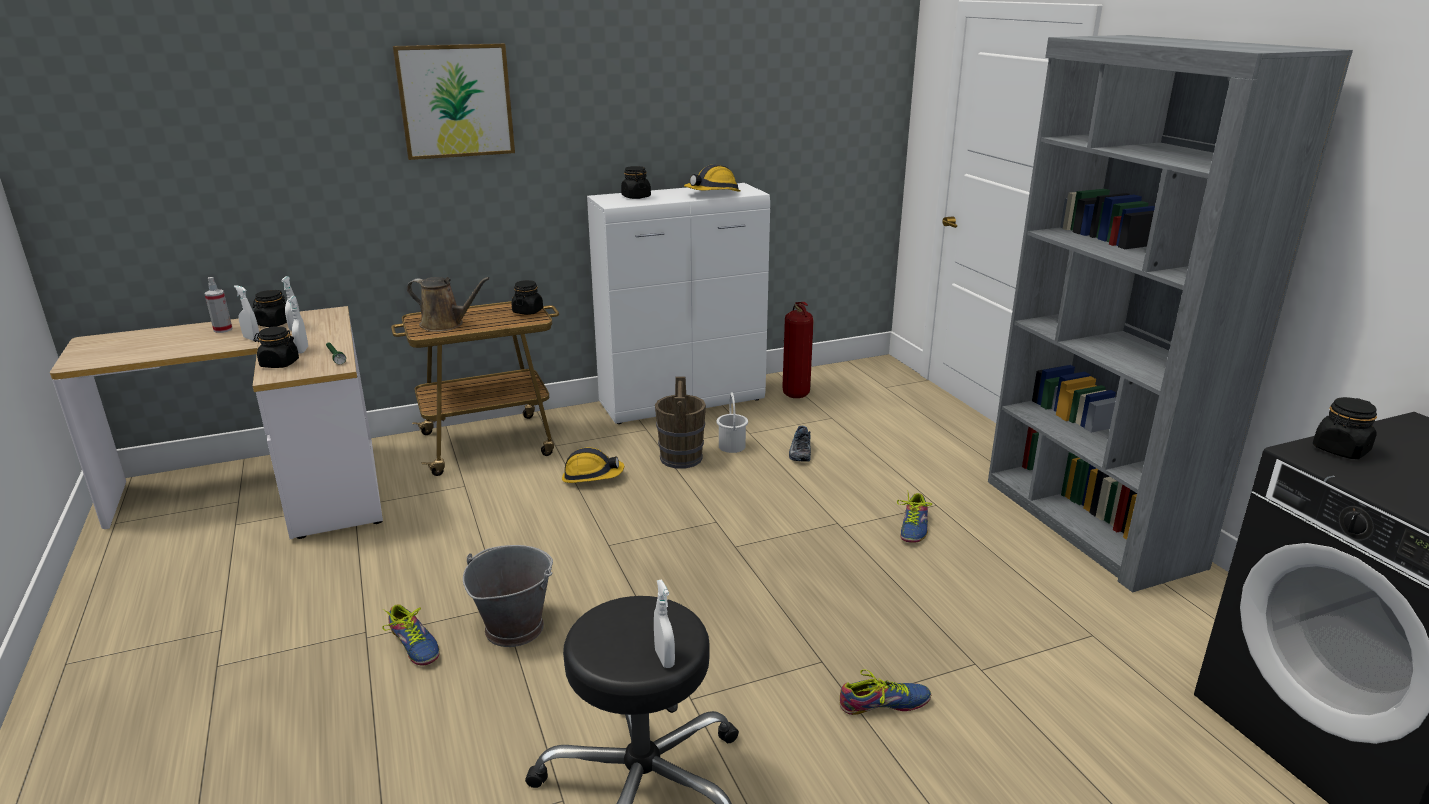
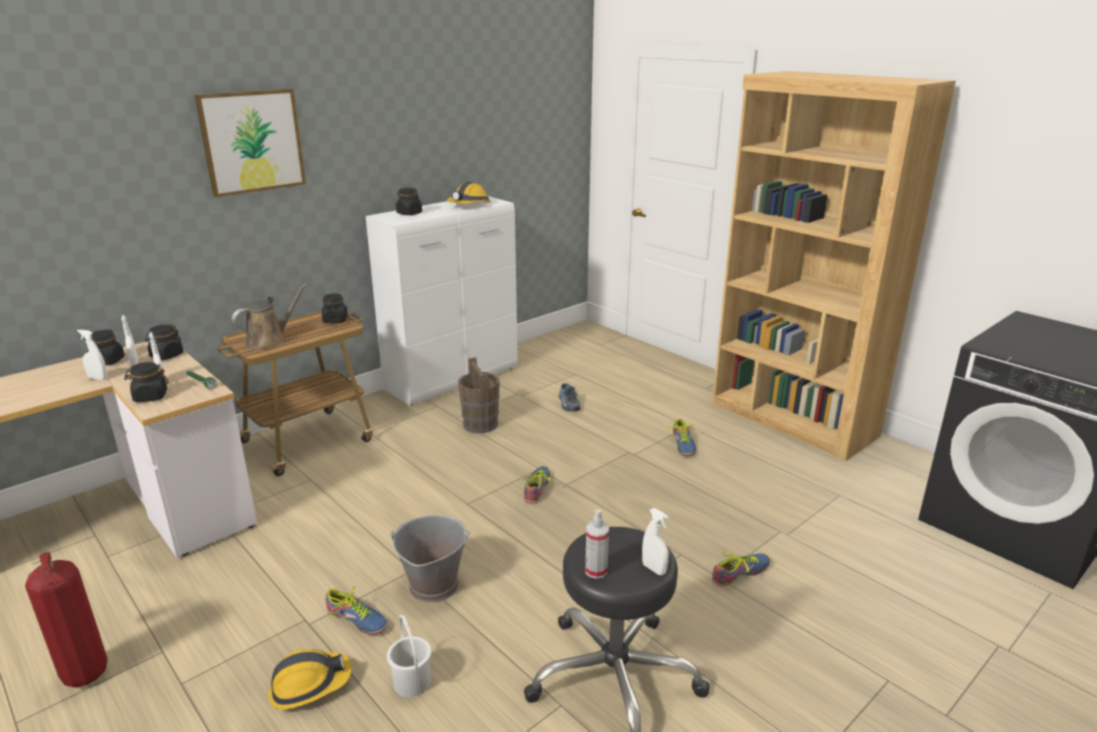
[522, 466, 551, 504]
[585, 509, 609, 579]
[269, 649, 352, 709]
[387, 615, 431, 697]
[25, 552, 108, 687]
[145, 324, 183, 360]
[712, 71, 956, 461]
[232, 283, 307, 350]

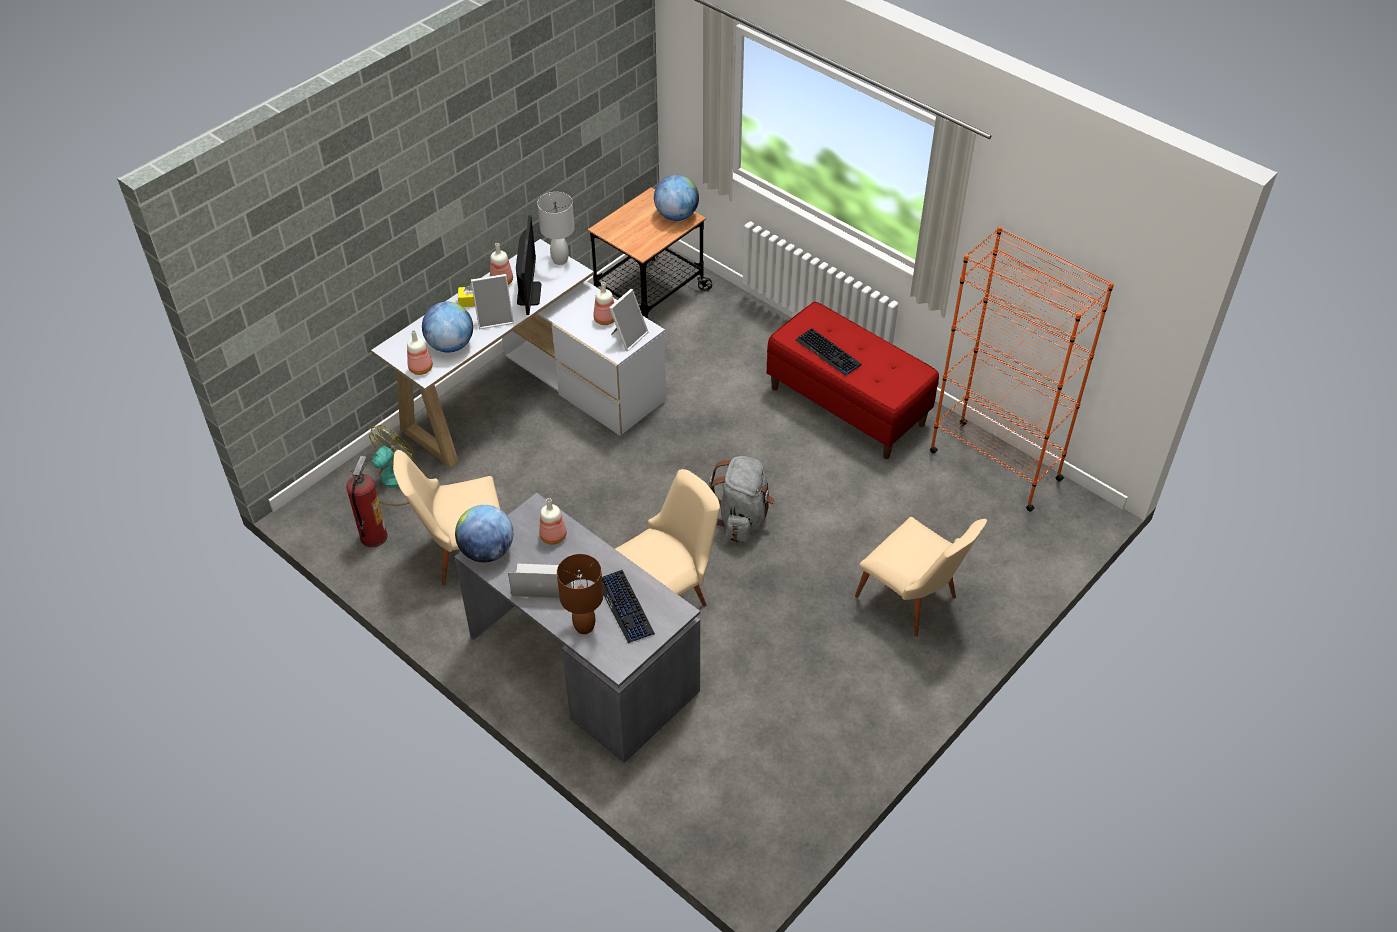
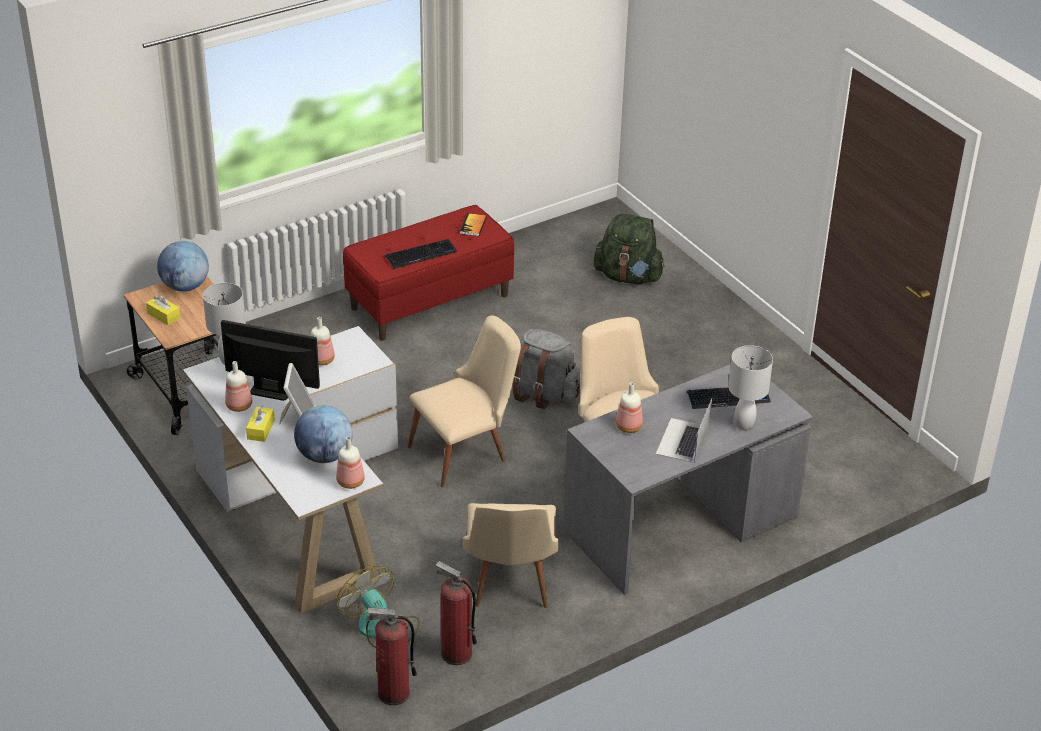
[455, 505, 513, 562] (first image)
[609, 289, 648, 351] (first image)
[930, 226, 1114, 512] (first image)
[146, 294, 180, 325]
[368, 608, 417, 705]
[460, 213, 487, 236]
[594, 214, 665, 284]
[408, 316, 521, 487]
[728, 345, 773, 431]

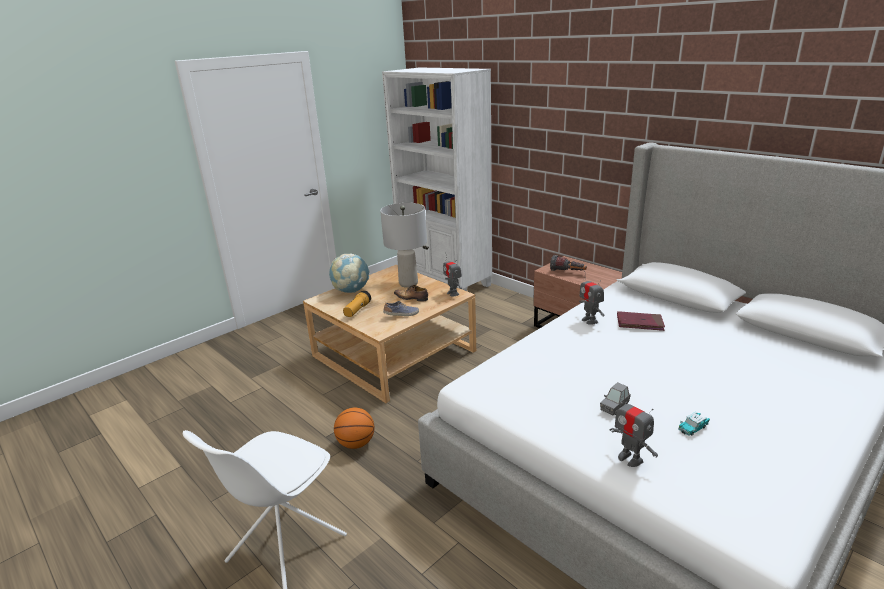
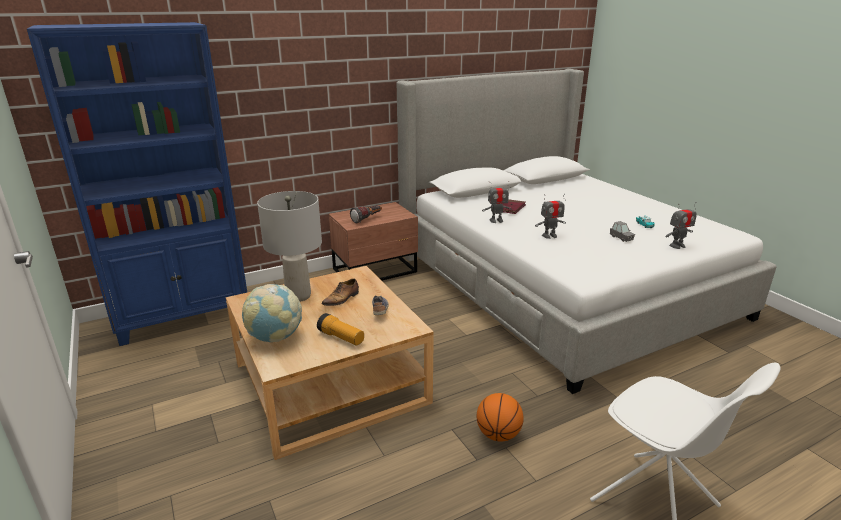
[535, 194, 566, 239]
[27, 22, 247, 346]

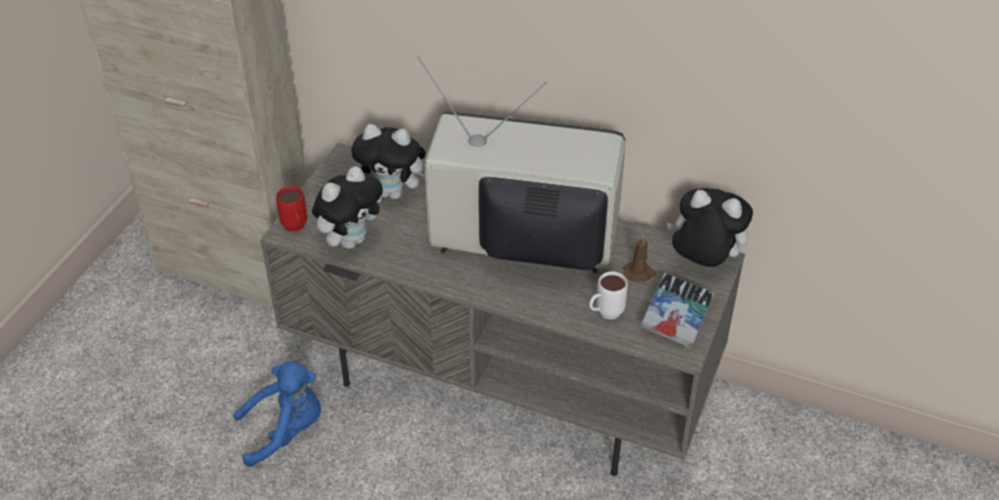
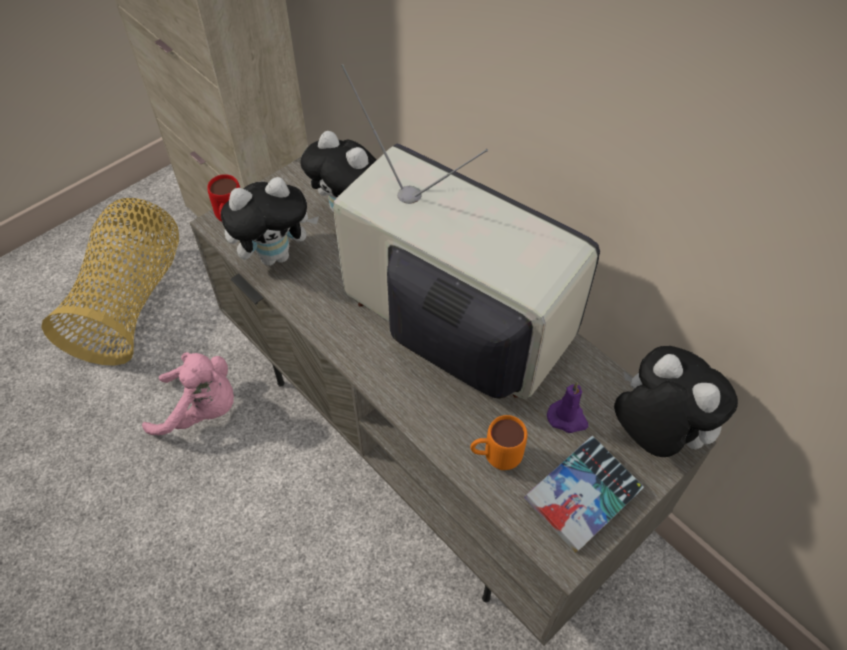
[41, 198, 179, 366]
[142, 352, 234, 435]
[470, 415, 527, 470]
[547, 382, 588, 433]

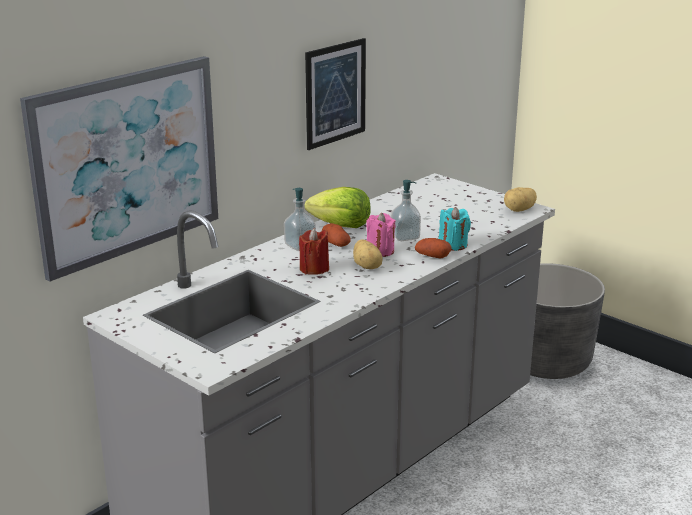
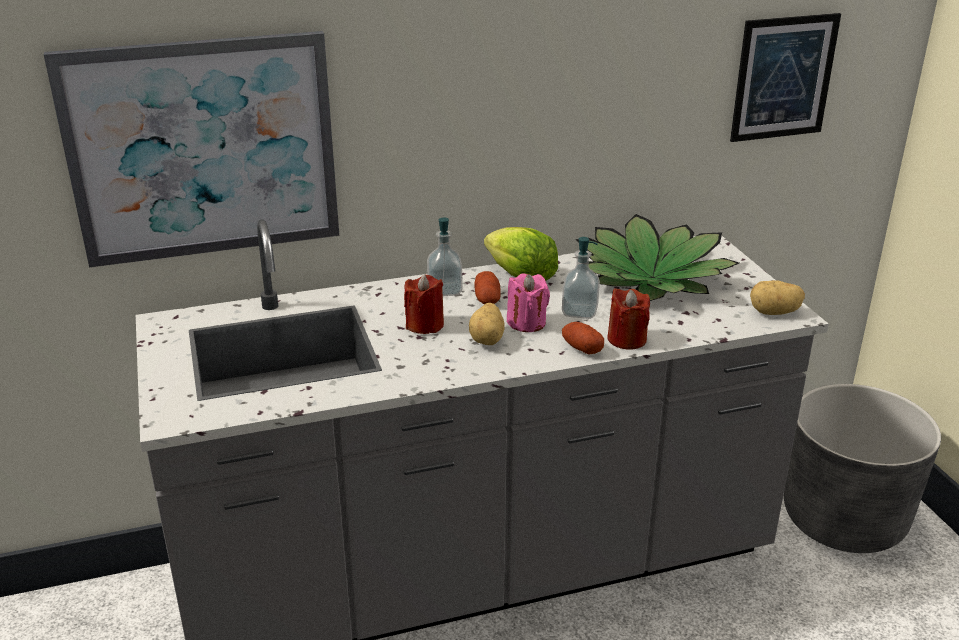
[576, 214, 739, 301]
[730, 13, 841, 142]
[607, 288, 650, 350]

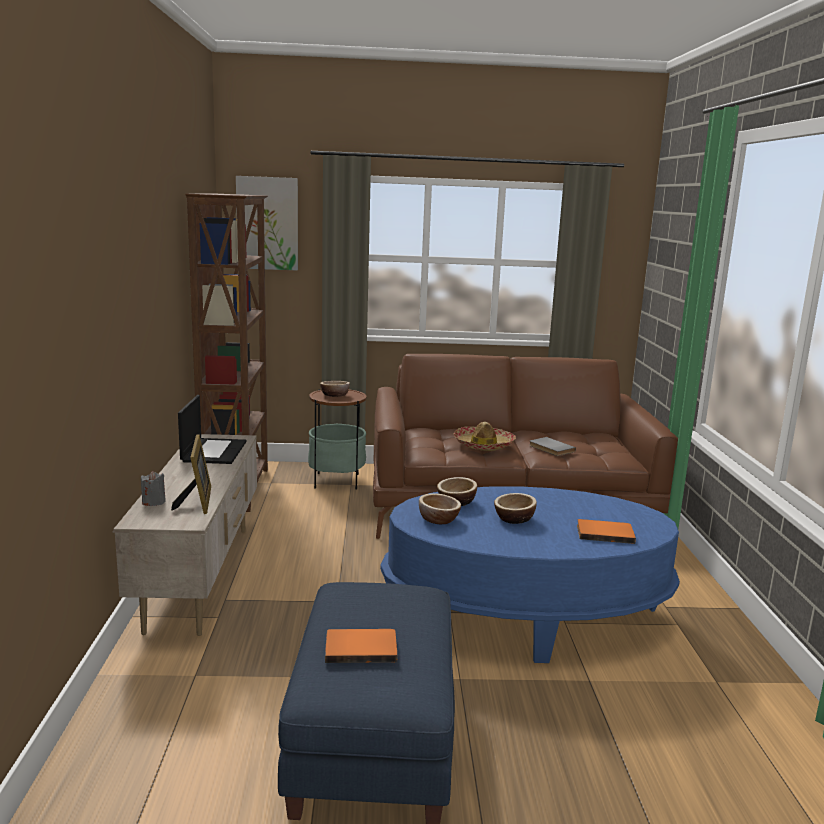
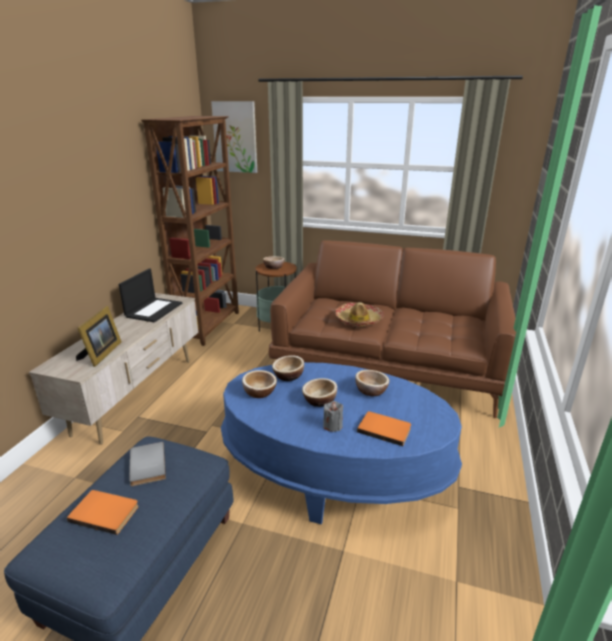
[355, 370, 389, 396]
[323, 401, 343, 432]
[129, 442, 166, 486]

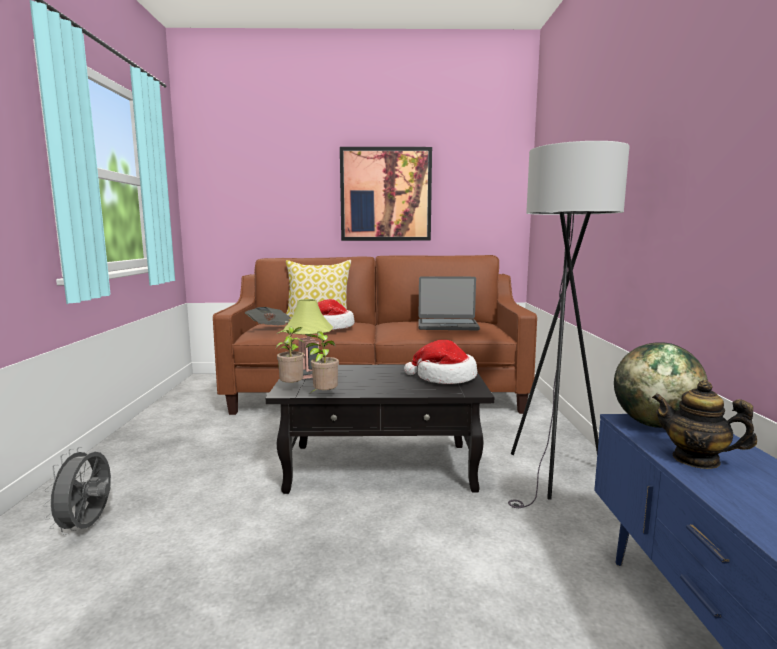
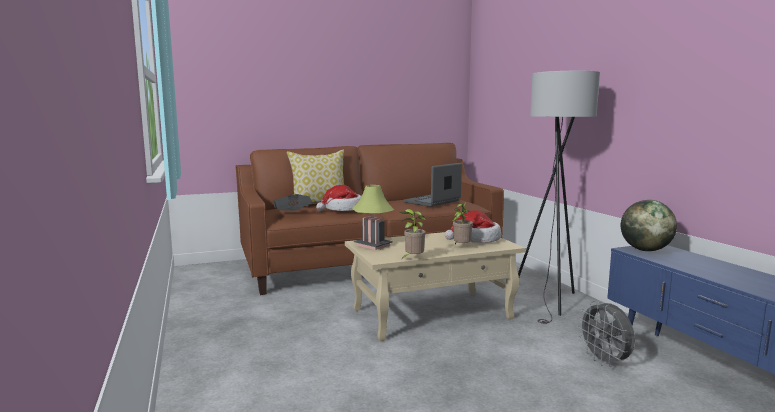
[340, 147, 432, 241] (first image)
[652, 380, 757, 469] (first image)
[577, 301, 635, 367]
[453, 202, 473, 244]
[345, 232, 526, 341]
[404, 163, 462, 207]

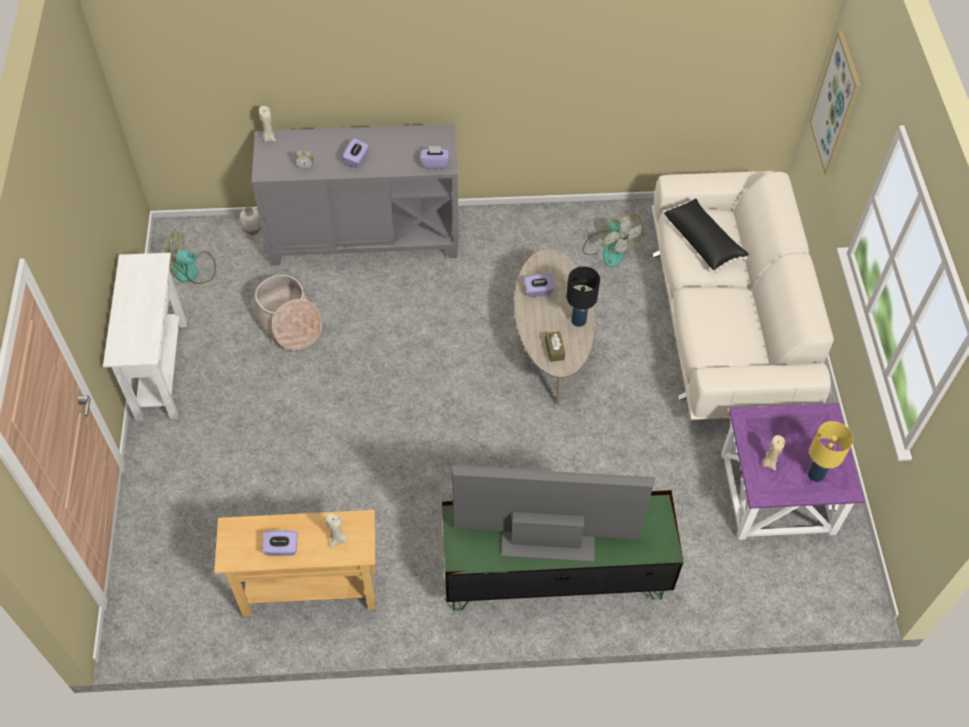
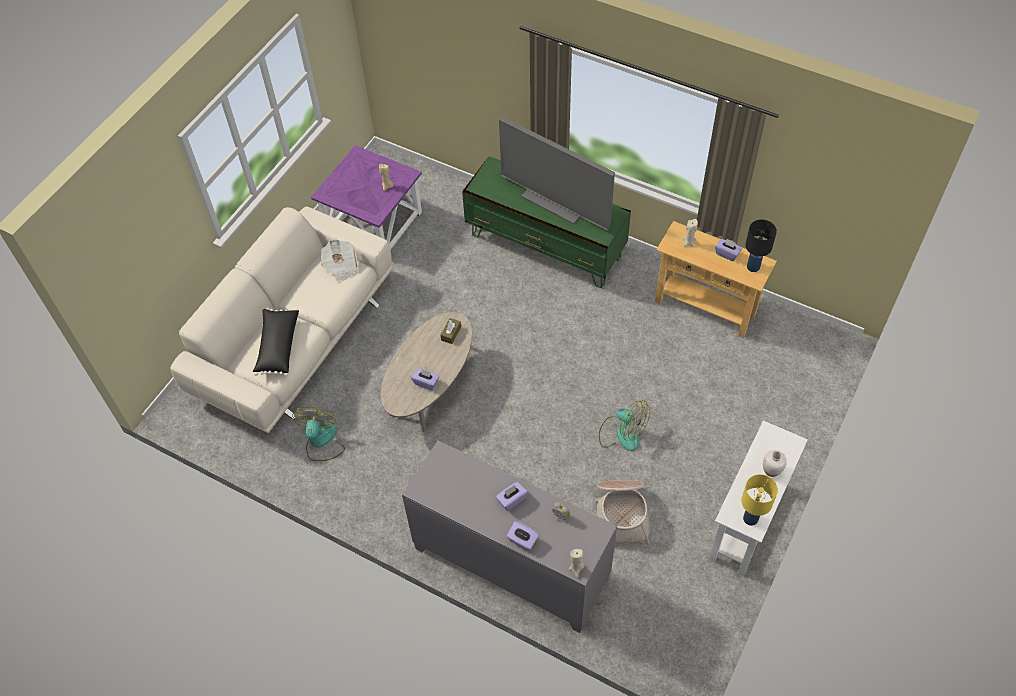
[809, 31, 861, 175] (first image)
[321, 238, 358, 283]
[599, 400, 650, 451]
[763, 450, 787, 477]
[506, 521, 539, 551]
[745, 219, 777, 272]
[741, 474, 778, 526]

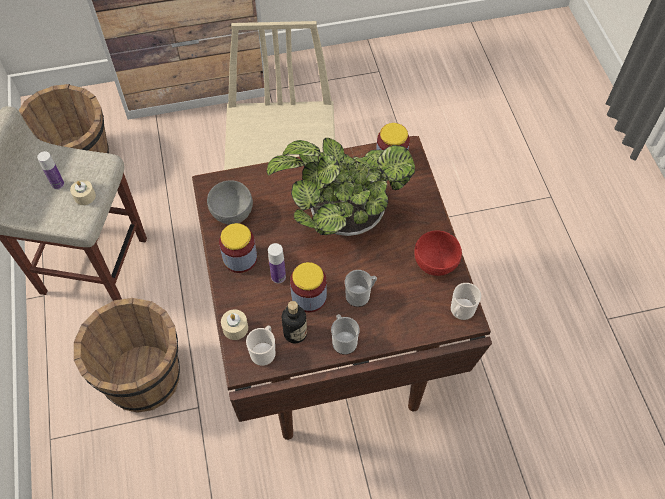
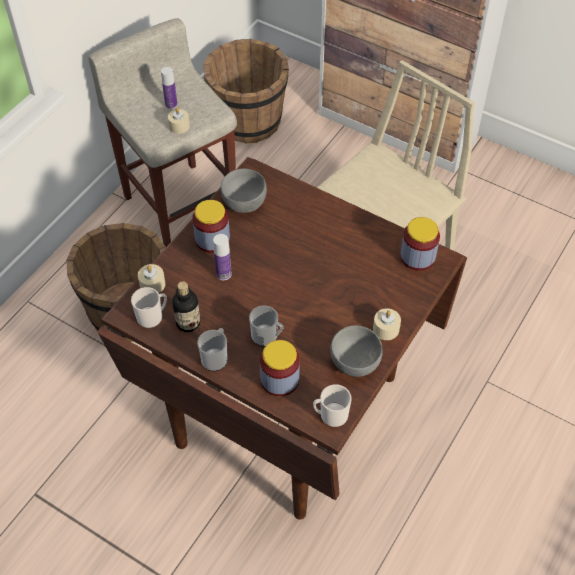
[266, 138, 415, 236] (first image)
[373, 308, 401, 340]
[260, 340, 300, 396]
[330, 325, 383, 377]

